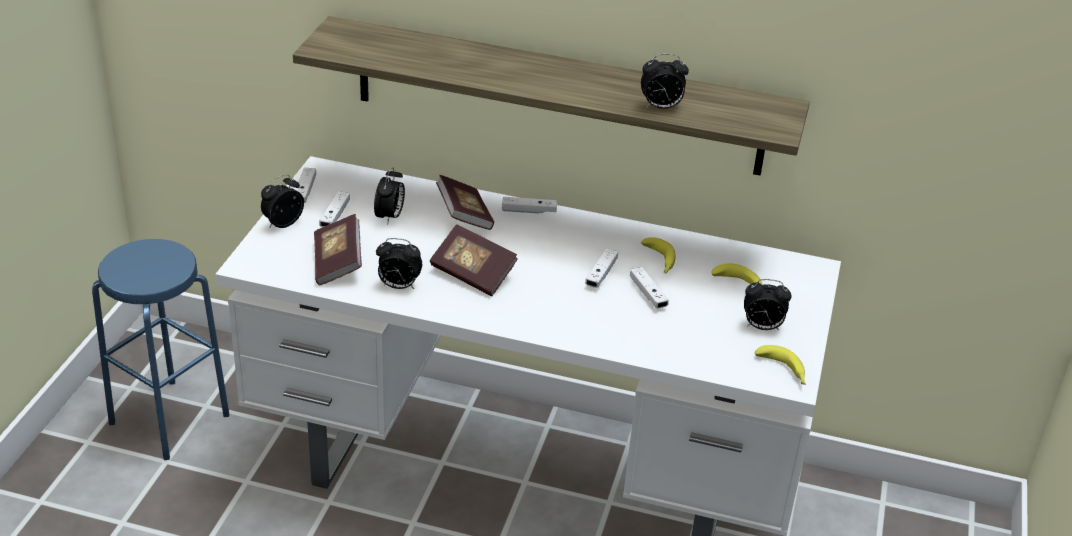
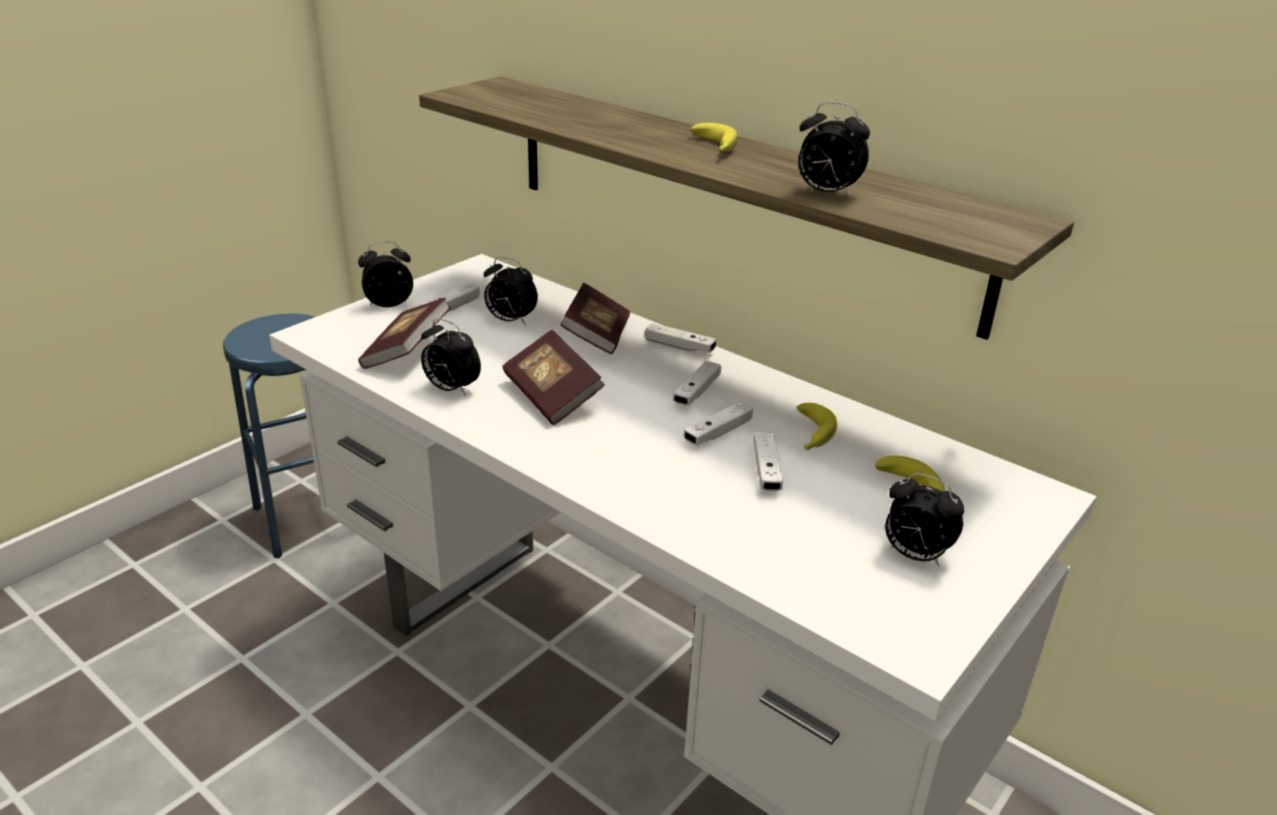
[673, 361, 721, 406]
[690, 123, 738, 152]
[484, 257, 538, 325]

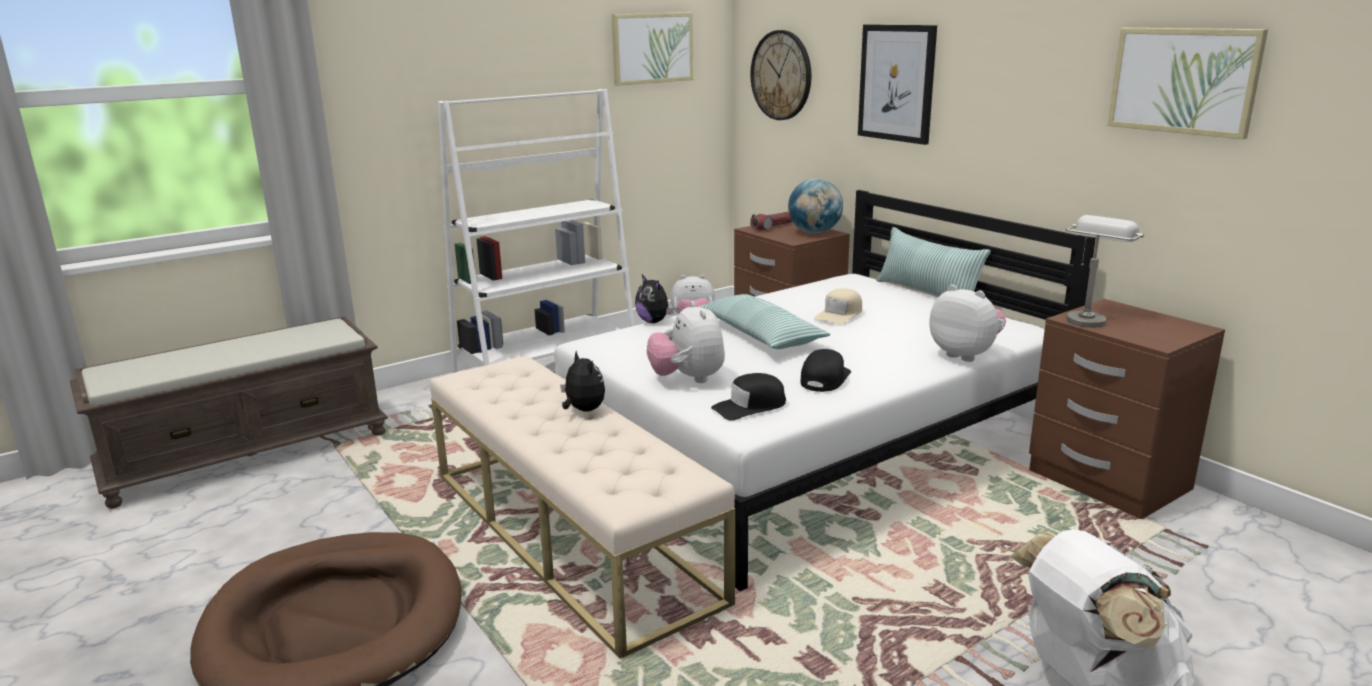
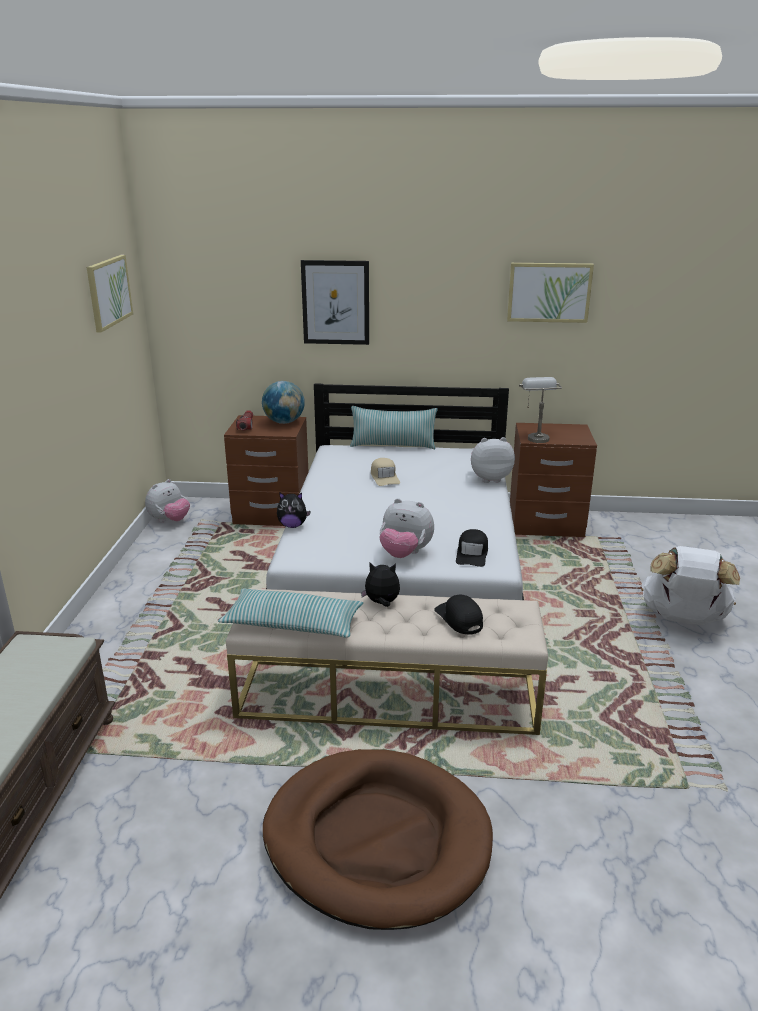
[438, 89, 635, 373] (first image)
[750, 30, 811, 120] (first image)
[218, 588, 363, 638]
[434, 595, 483, 635]

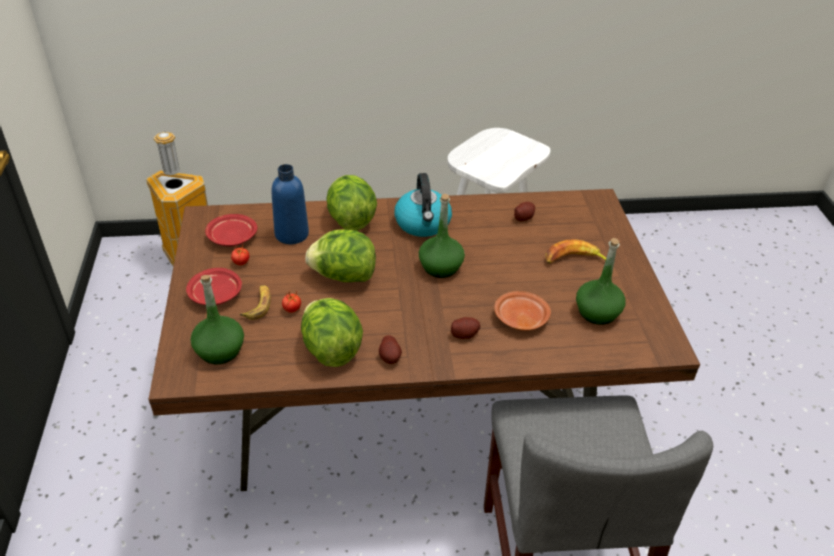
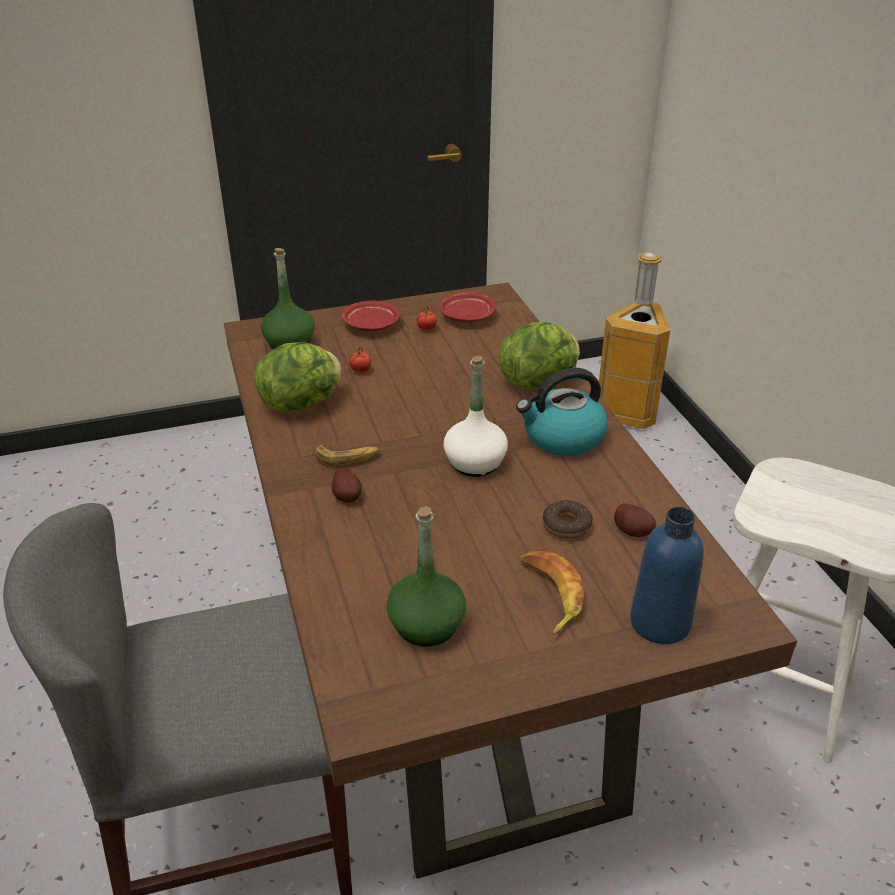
[305, 229, 376, 282] (first image)
[379, 335, 402, 364] (first image)
[494, 291, 551, 331] (first image)
[543, 500, 593, 539]
[315, 443, 380, 466]
[630, 507, 704, 644]
[444, 356, 508, 477]

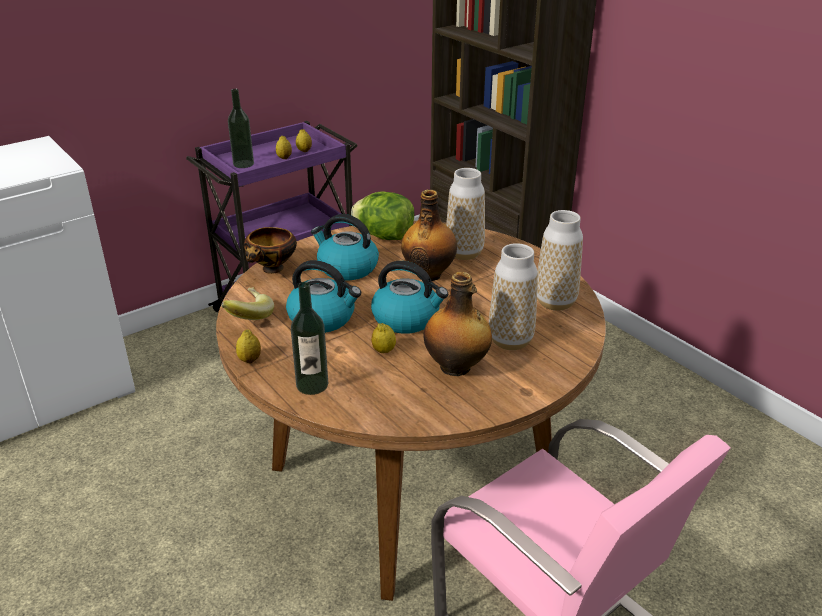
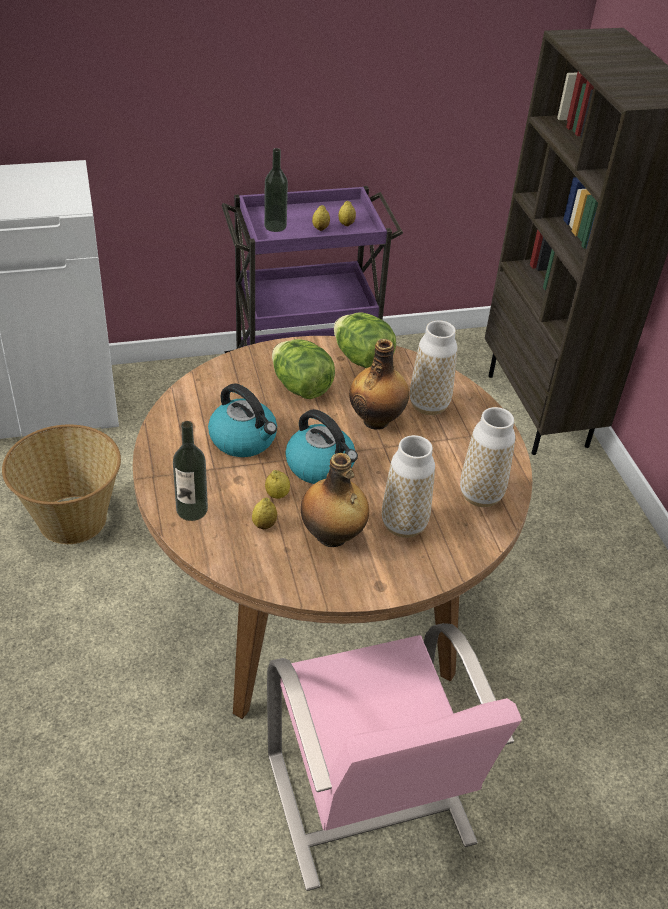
[221, 287, 274, 320] (first image)
[244, 227, 297, 274] (first image)
[2, 425, 121, 544]
[252, 497, 277, 529]
[272, 339, 335, 399]

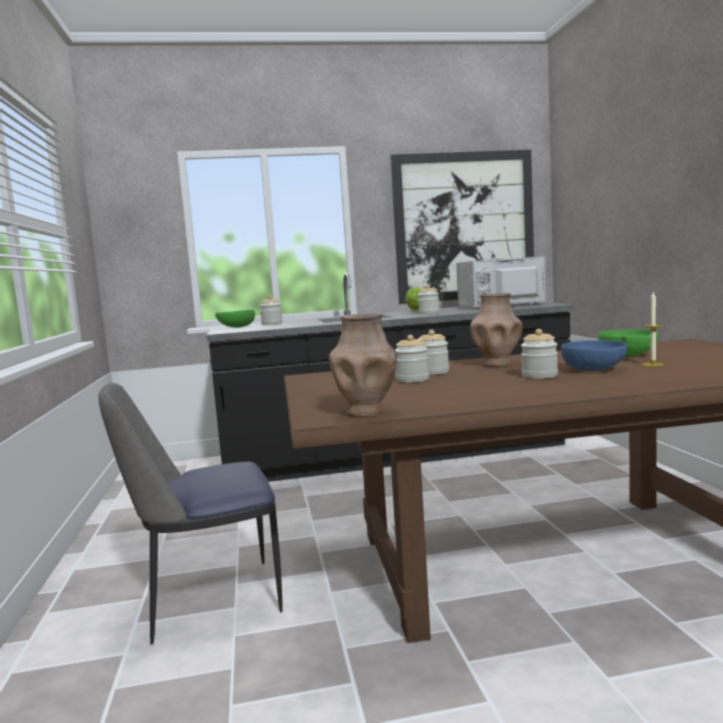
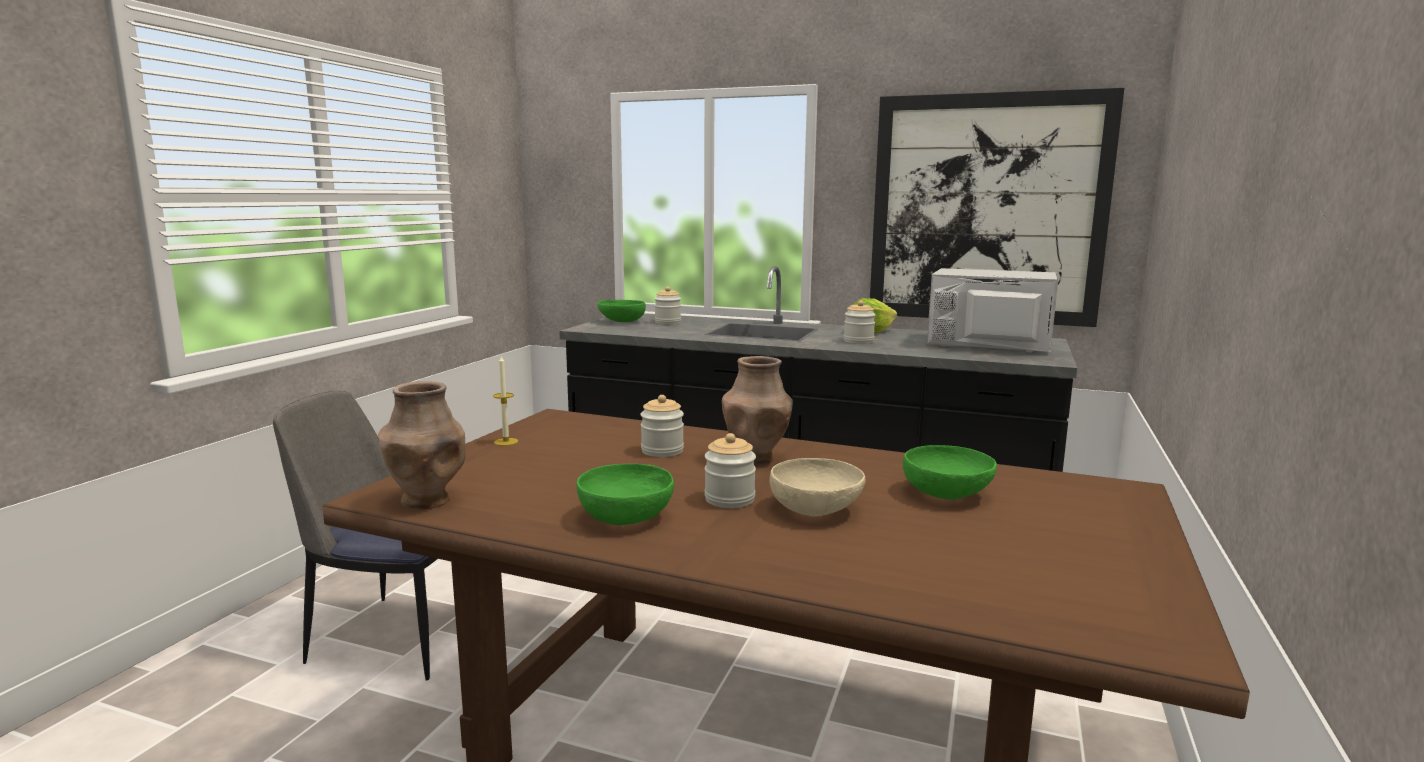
[395, 335, 429, 383] (first image)
[576, 464, 674, 525]
[493, 356, 518, 446]
[770, 458, 865, 517]

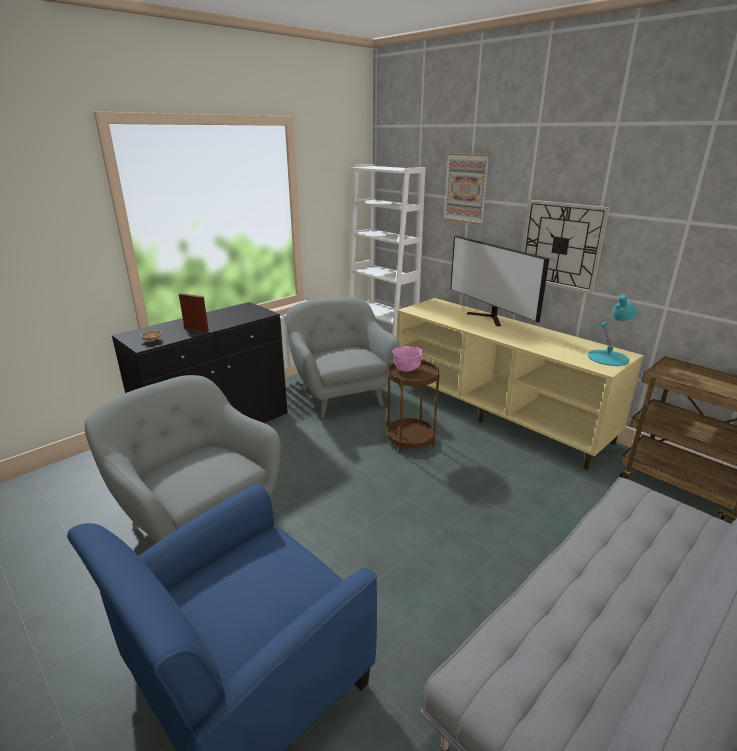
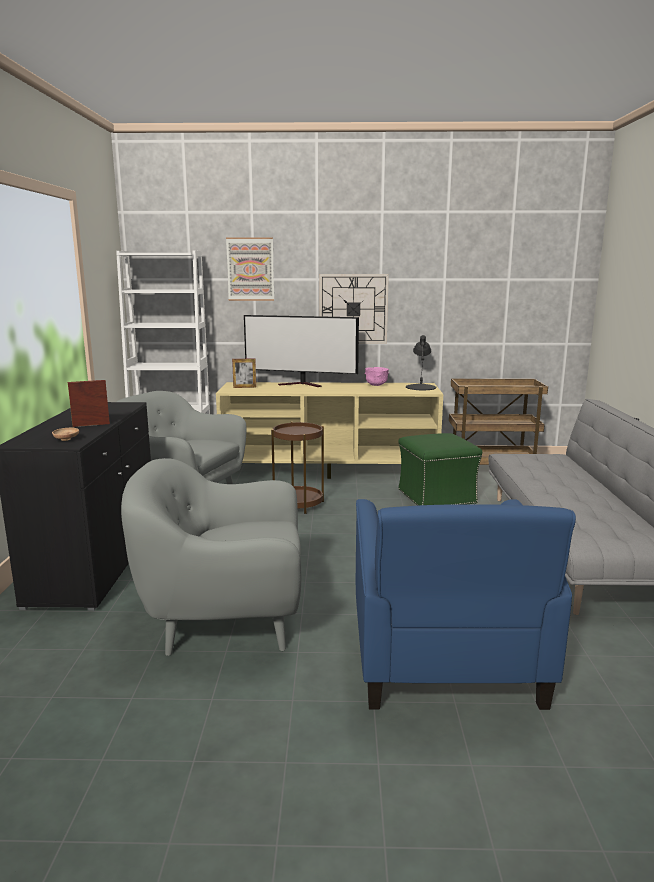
[232, 358, 256, 388]
[398, 433, 482, 506]
[365, 367, 389, 386]
[406, 335, 436, 390]

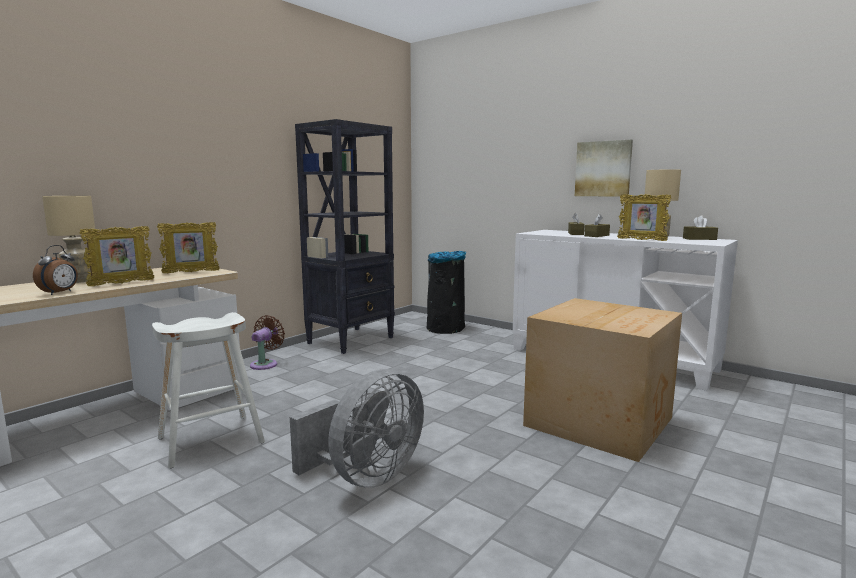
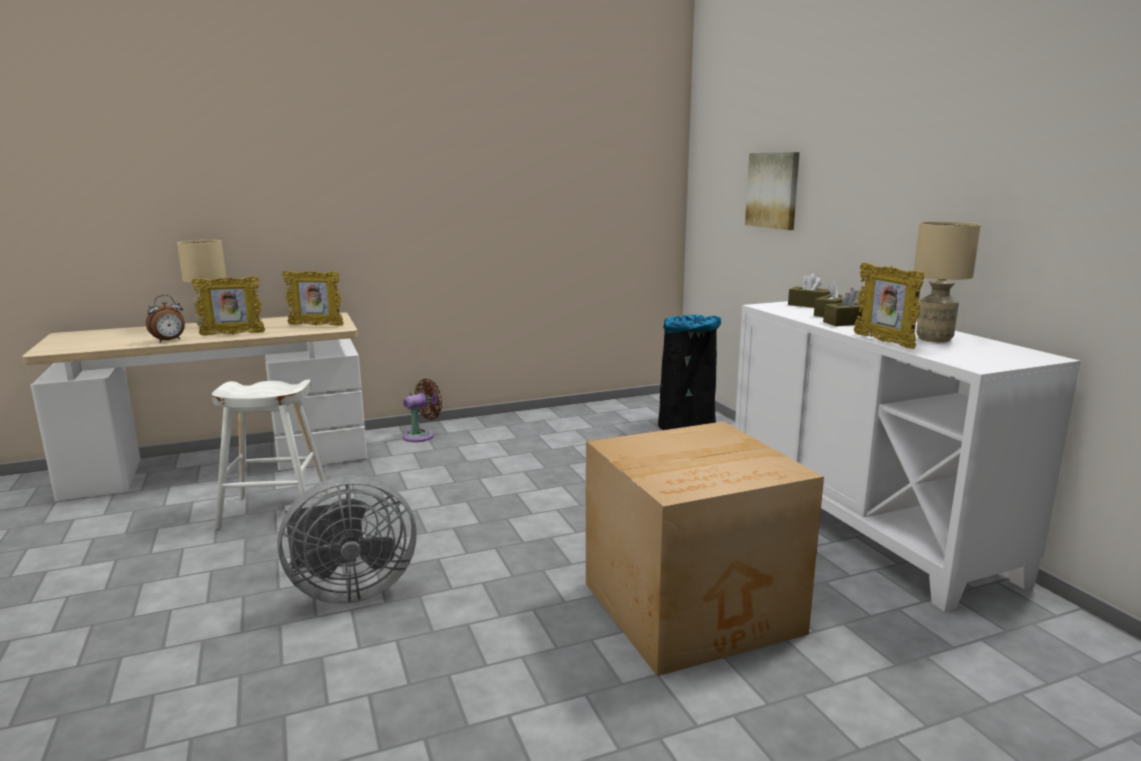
[295, 119, 395, 354] (first image)
[745, 152, 800, 230]
[788, 273, 831, 308]

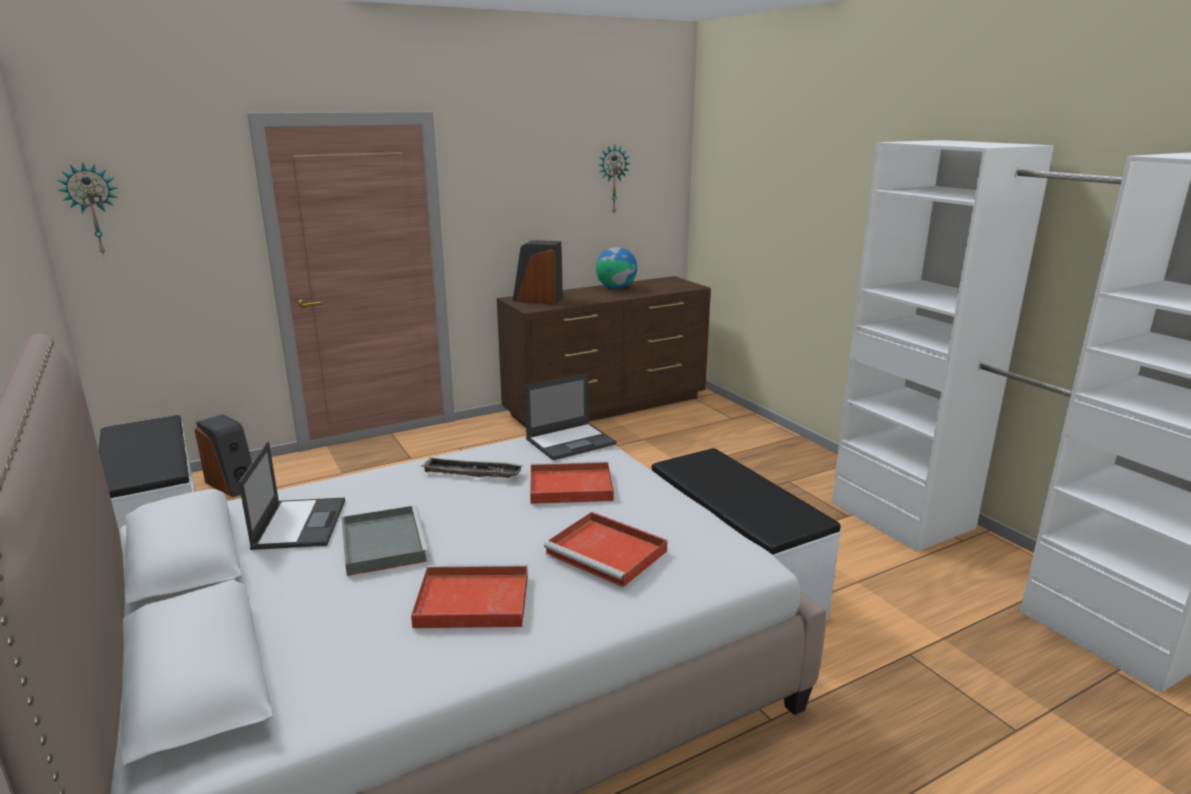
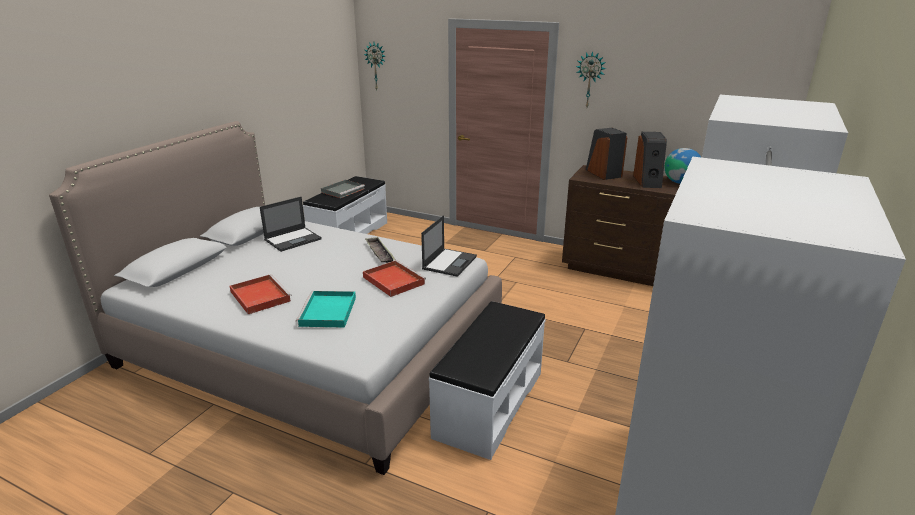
[633, 132, 667, 188]
[321, 180, 365, 198]
[576, 51, 606, 107]
[296, 291, 356, 328]
[421, 215, 477, 277]

